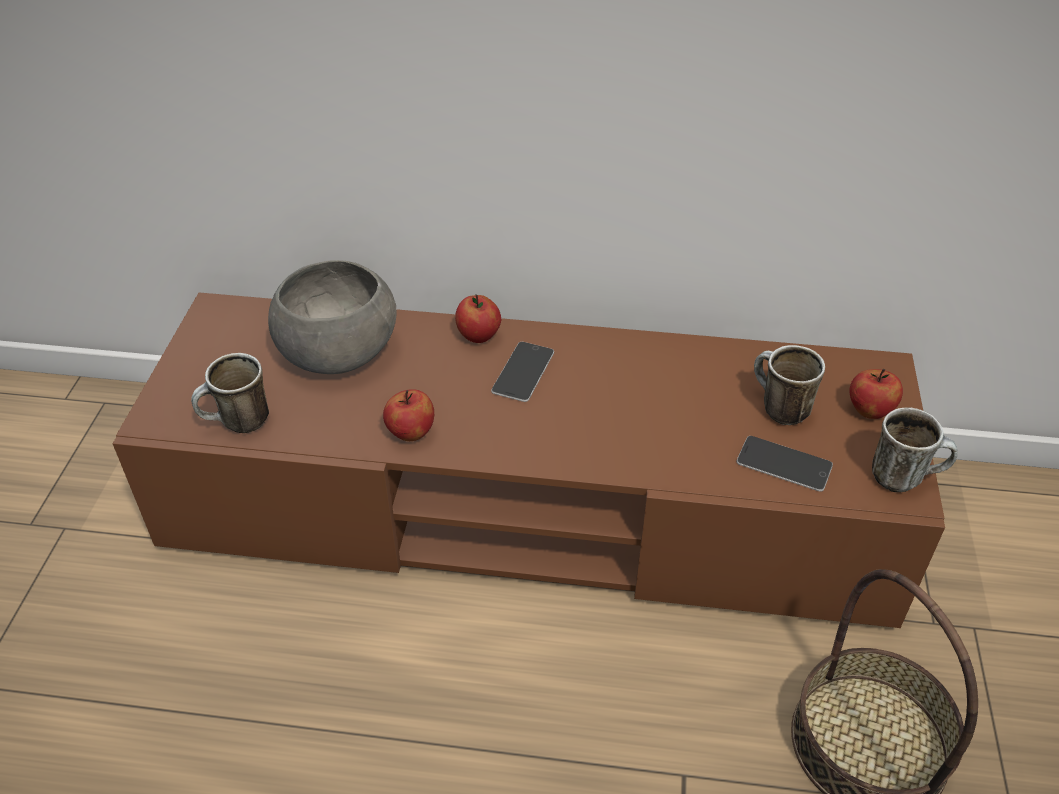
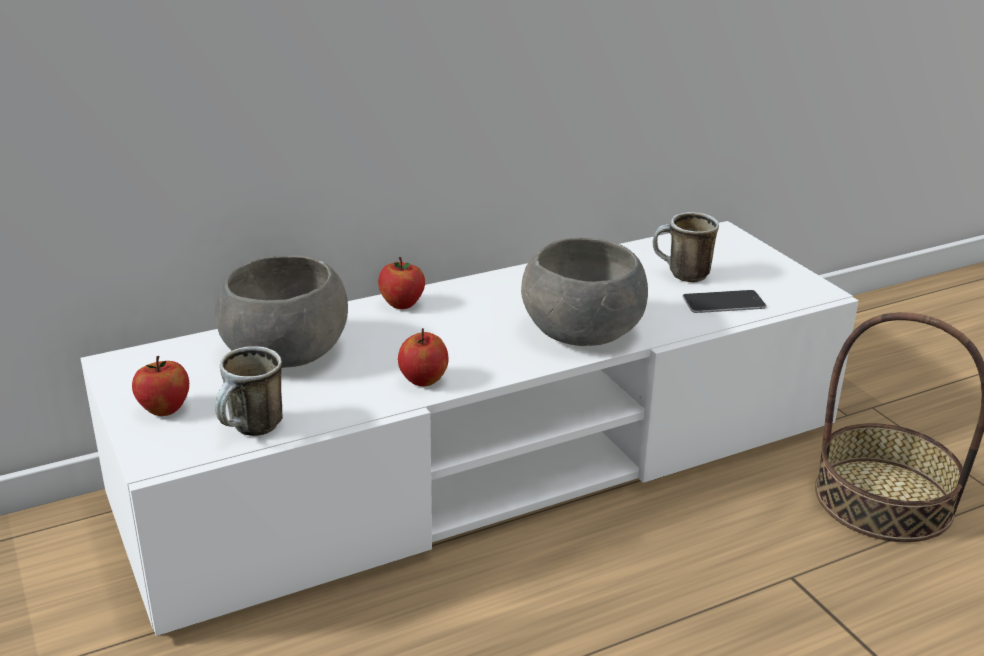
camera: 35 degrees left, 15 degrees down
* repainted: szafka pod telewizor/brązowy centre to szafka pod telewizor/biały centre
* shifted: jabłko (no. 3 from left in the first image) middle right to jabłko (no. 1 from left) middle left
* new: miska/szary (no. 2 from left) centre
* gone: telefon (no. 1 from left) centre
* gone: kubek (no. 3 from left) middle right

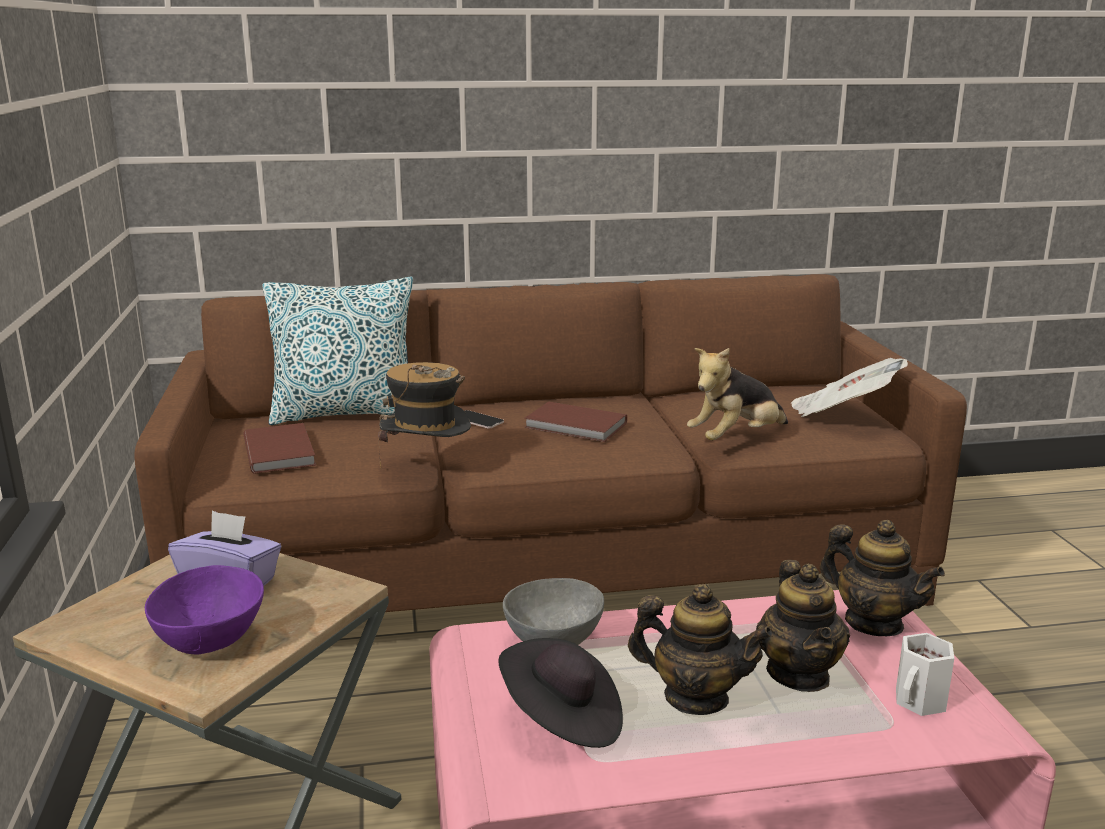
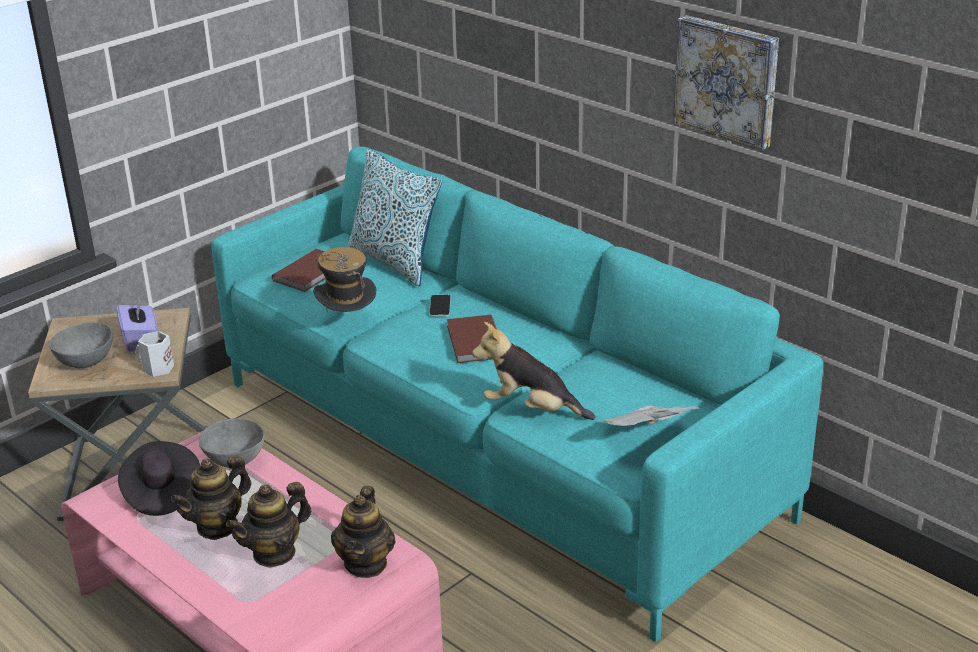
camera: 55 degrees right, 10 degrees up
* repainted: miska/fioletowy bottom left to miska/szary (no. 1 from left) middle left
* shifted: kubek/biały bottom right to middle left
* rotated: imbryk (no. 1 from left) bottom centre = bottom left 60 degrees clockwise
* repainted: kanapa/brązowy centre to kanapa/turkusowy centre
* new: obraz top right

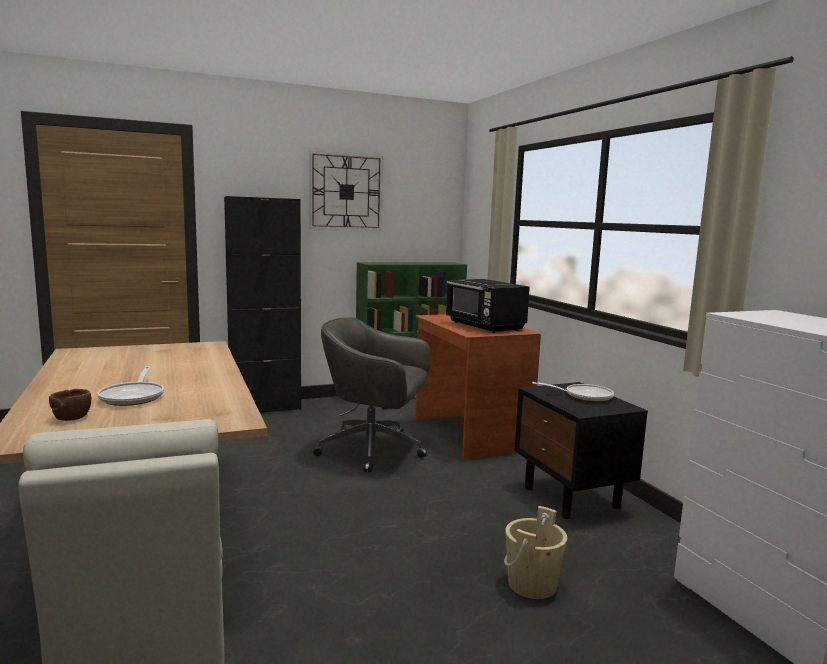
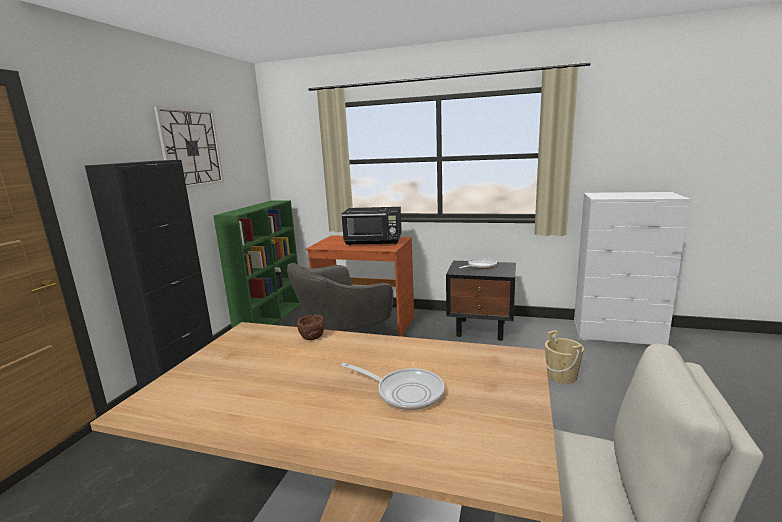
camera: 50 degrees left, 5 degrees up
* shifted: miska/brązowy middle left to centre

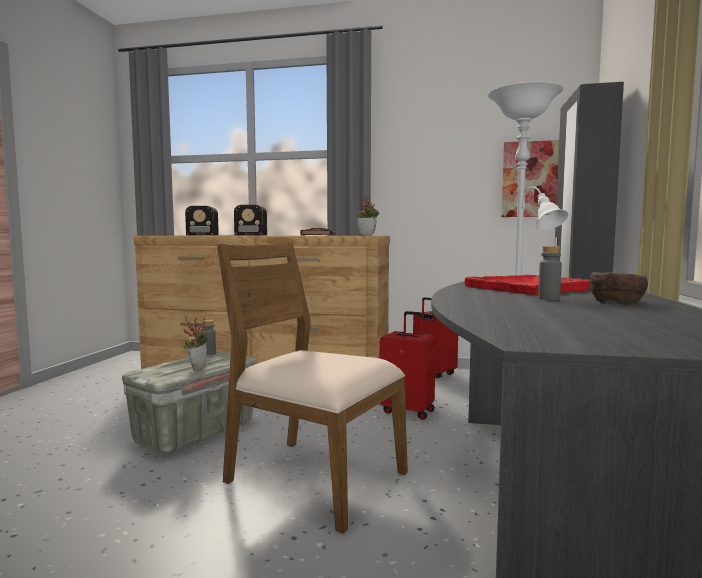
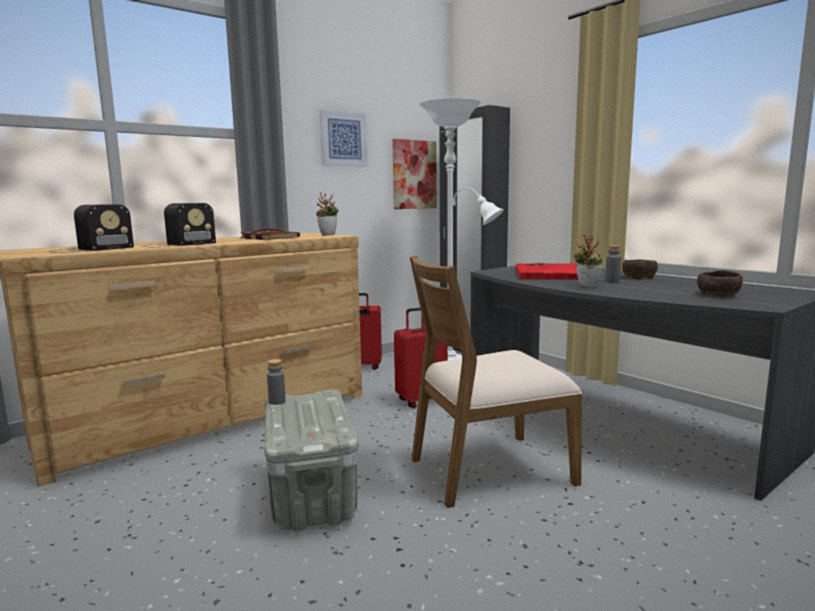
camera: 50 degrees left, 5 degrees up
* new: obraz (no. 1 from left) top centre
* shifted: roślina doniczkowa (no. 1 from left in the first image) middle left to roślina doniczkowa (no. 2 from left) middle right
* new: miska/brązowy (no. 2 from left) middle right

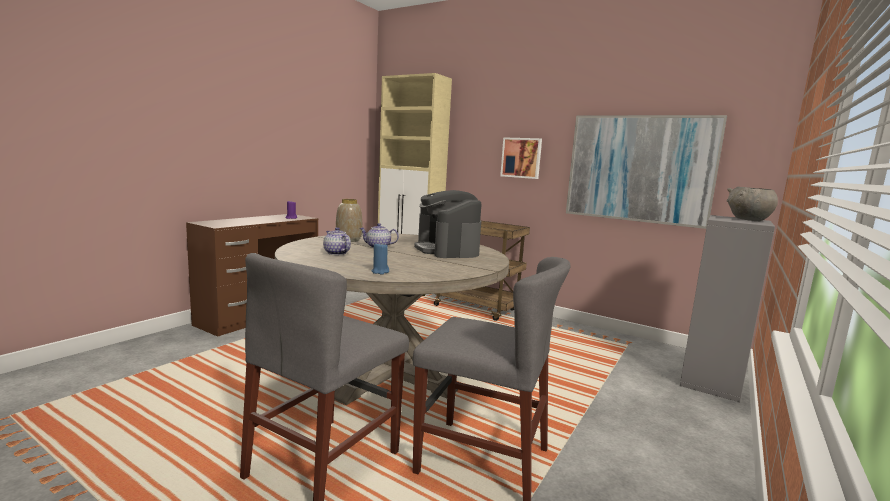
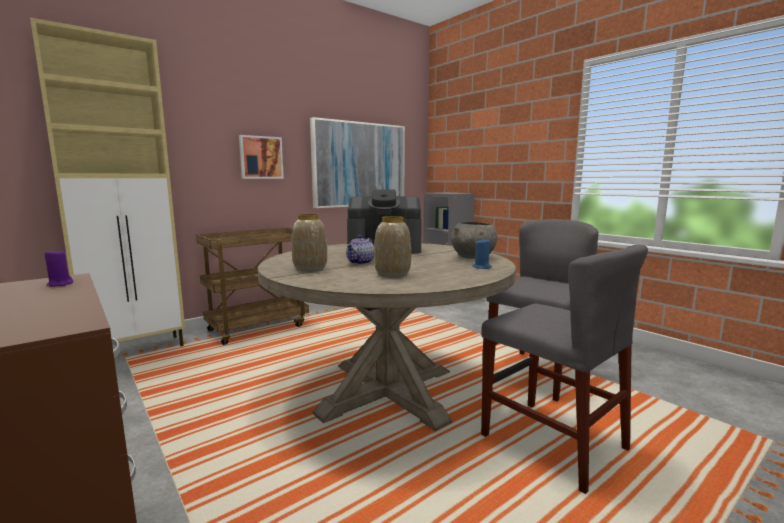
camera: 70 degrees left, 0 degrees up
* swapped: imbryk (no. 1 from left) centre to wazon (no. 2 from left) centre
* shifted: miska/szary middle right to centre

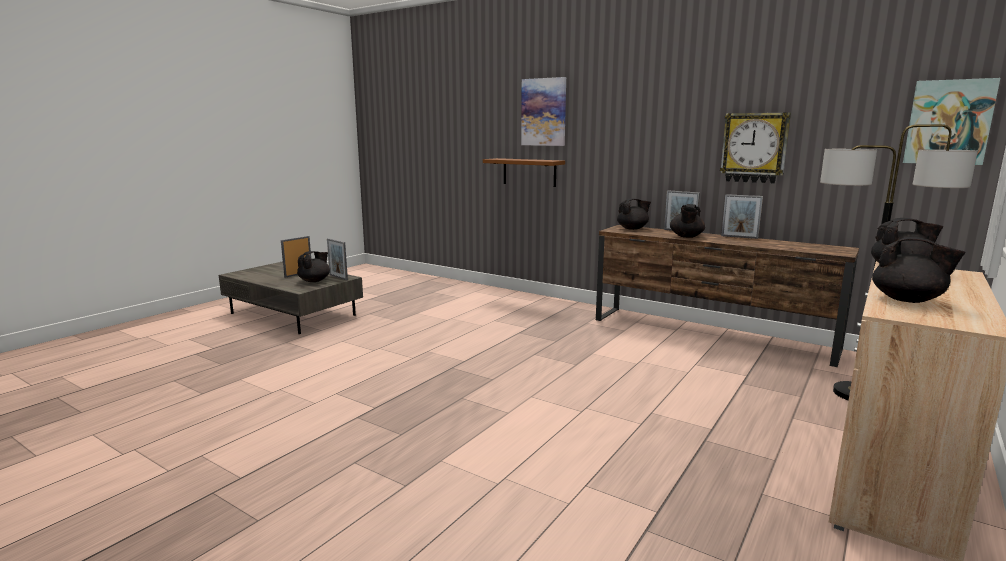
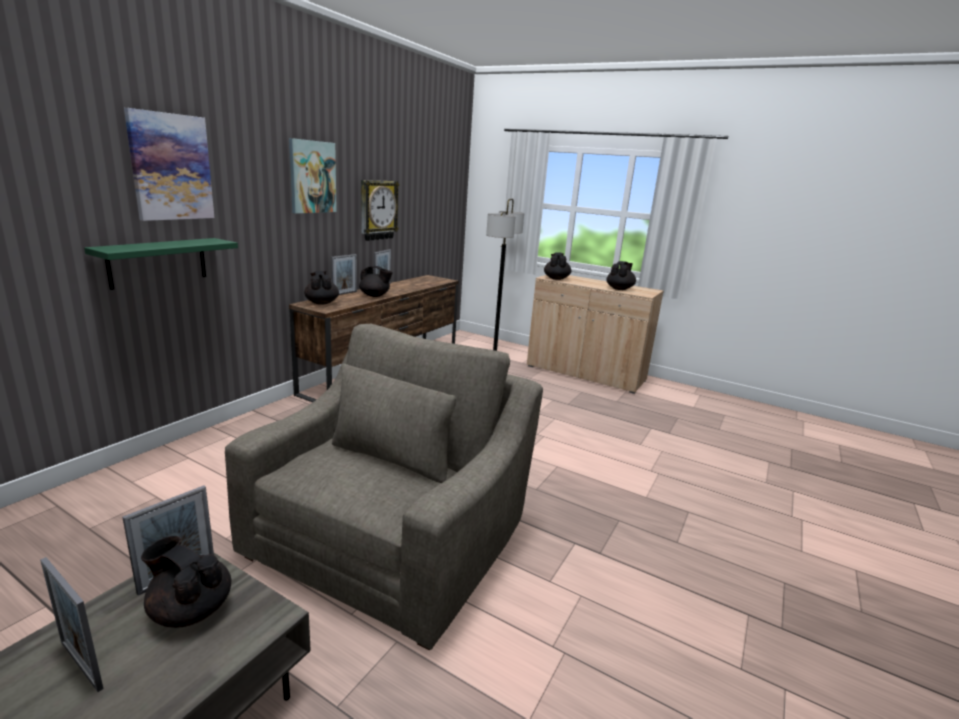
camera: 95 degrees left, 5 degrees up
* repainted: półka/brązowy top centre to półka/zielony middle left
* new: fotel/szary bottom centre
* shifted: obraz (no. 2 from left) top right to top left

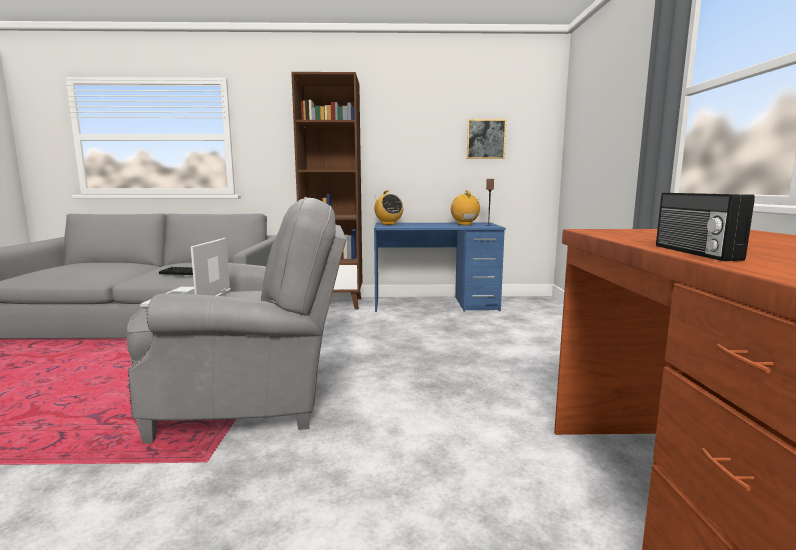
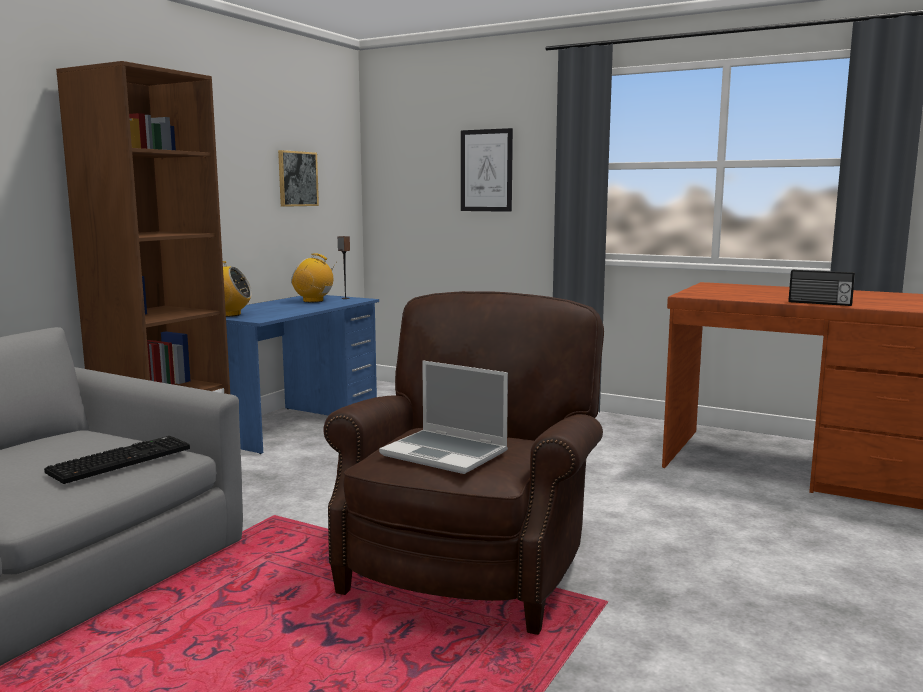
camera: 60 degrees left, 0 degrees up
* repainted: fotel/szary middle left to fotel/brązowy bottom centre
* new: obraz (no. 2 from left) top centre

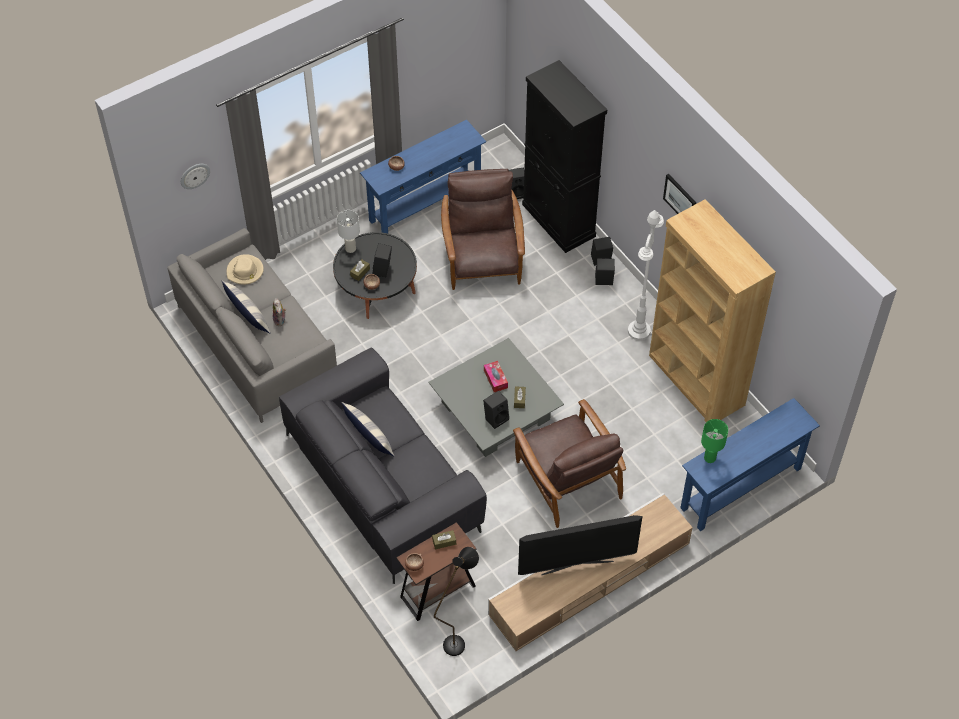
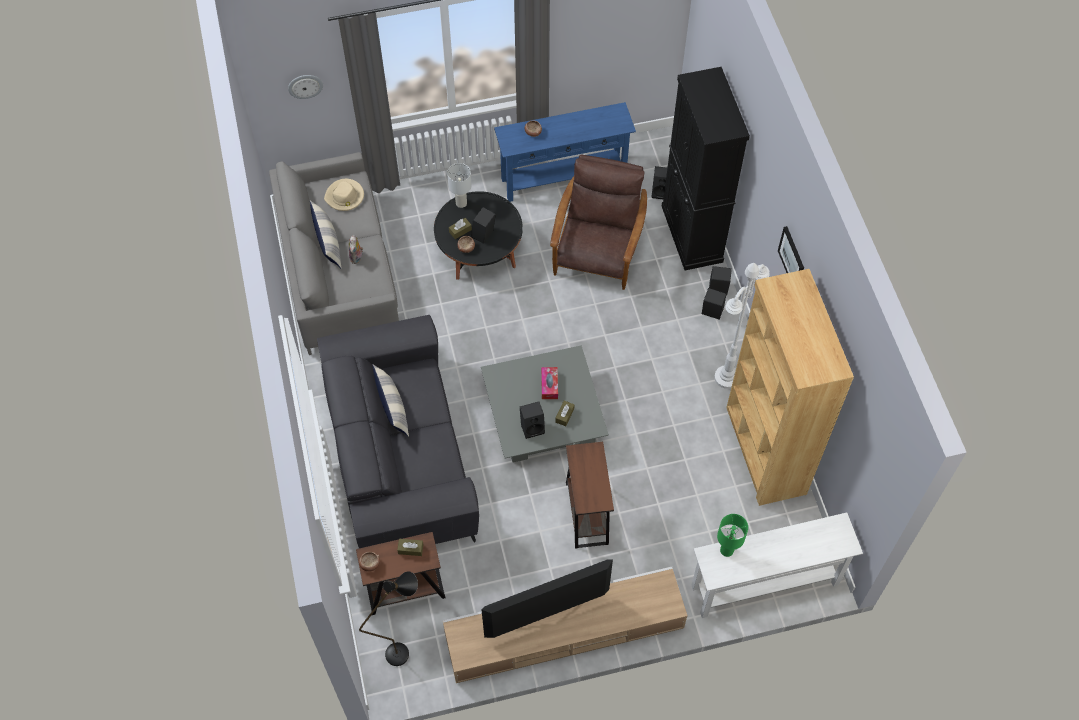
camera: 20 degrees right, 5 degrees up
* rotated: telewizor bottom centre = bottom centre 150 degrees clockwise
* swapped: fotel/brązowy (no. 2 from left) centre to stolik/brązowy (no. 2 from left) bottom centre
* repainted: stolik konsolowy/niebieski (no. 2 from left) middle right to stolik konsolowy/biały bottom right

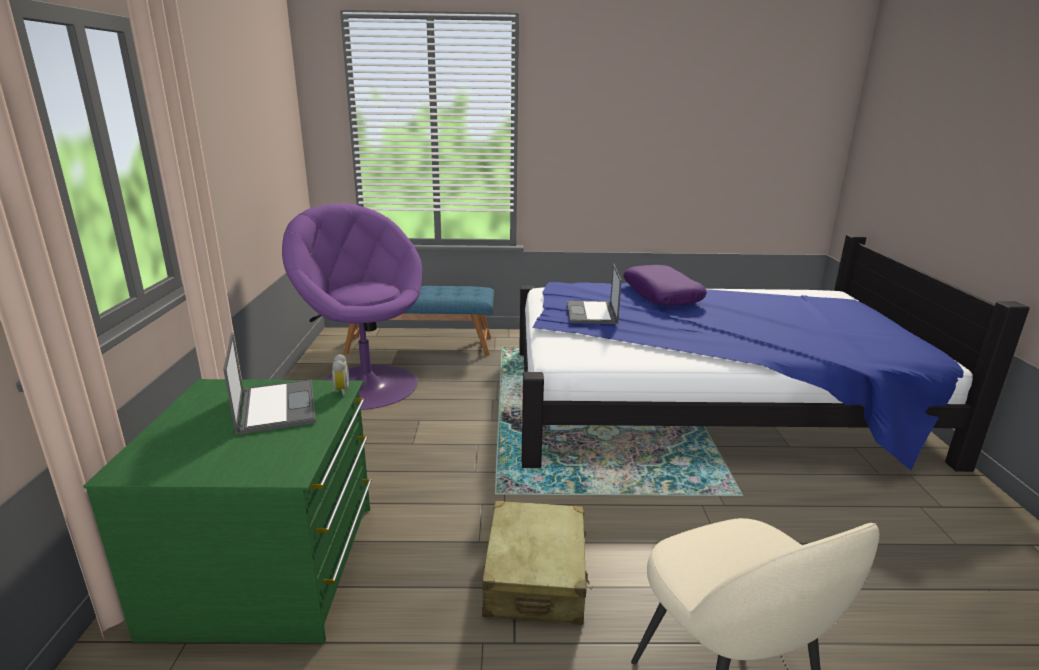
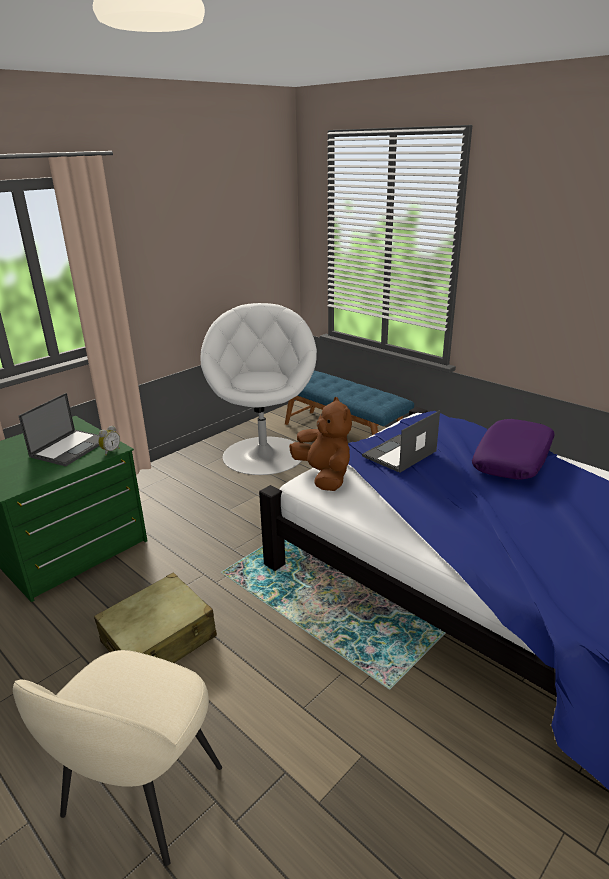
camera: 45 degrees right, 5 degrees up
* repainted: fotel/fioletowy centre to fotel/biały centre
* new: pluszak/brązowy centre

